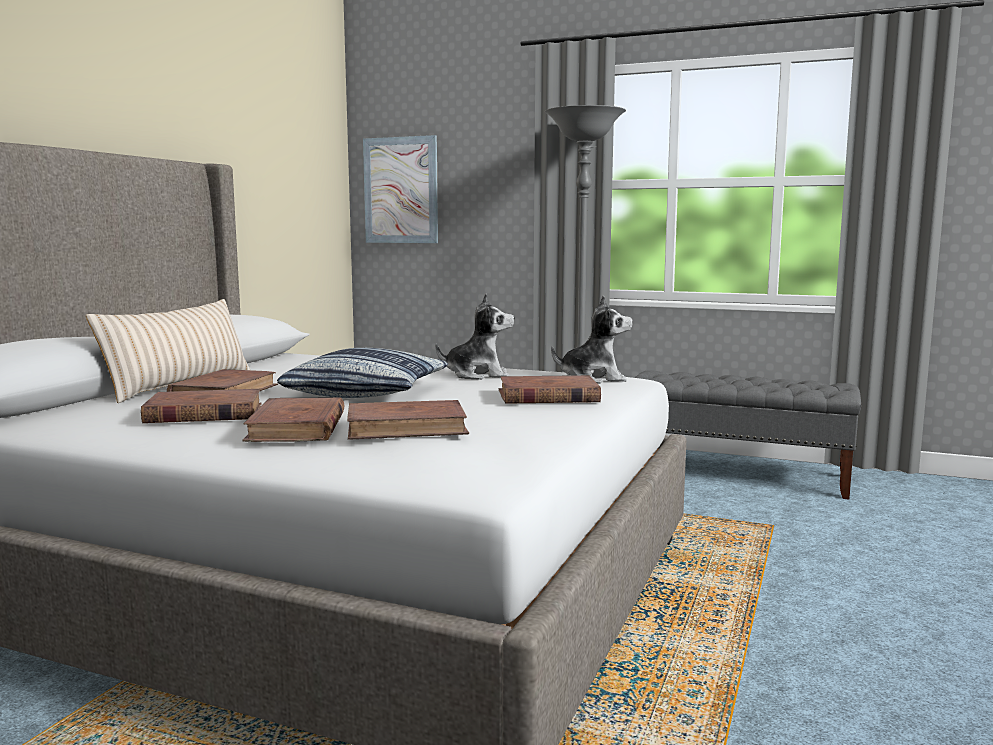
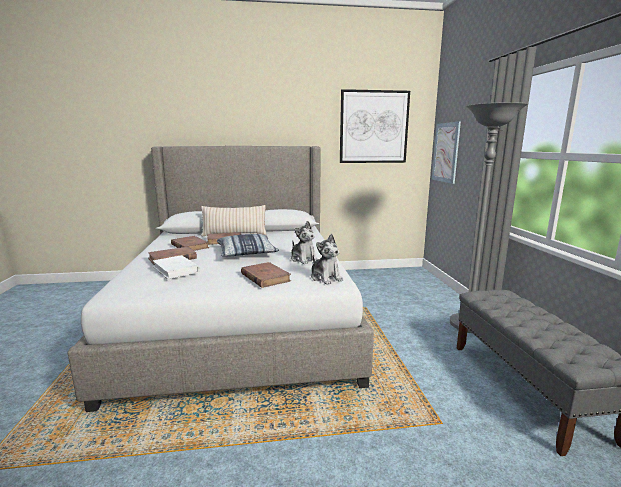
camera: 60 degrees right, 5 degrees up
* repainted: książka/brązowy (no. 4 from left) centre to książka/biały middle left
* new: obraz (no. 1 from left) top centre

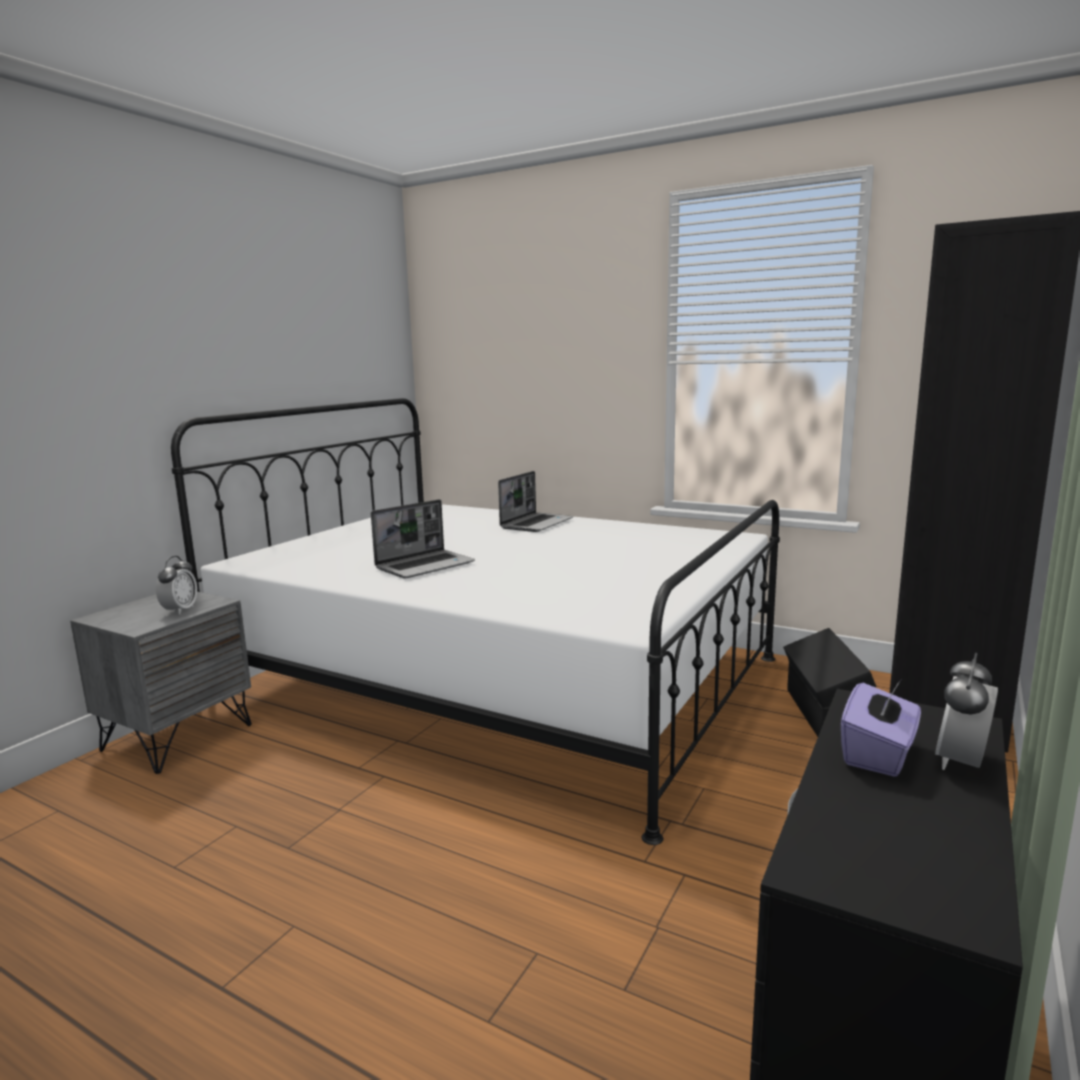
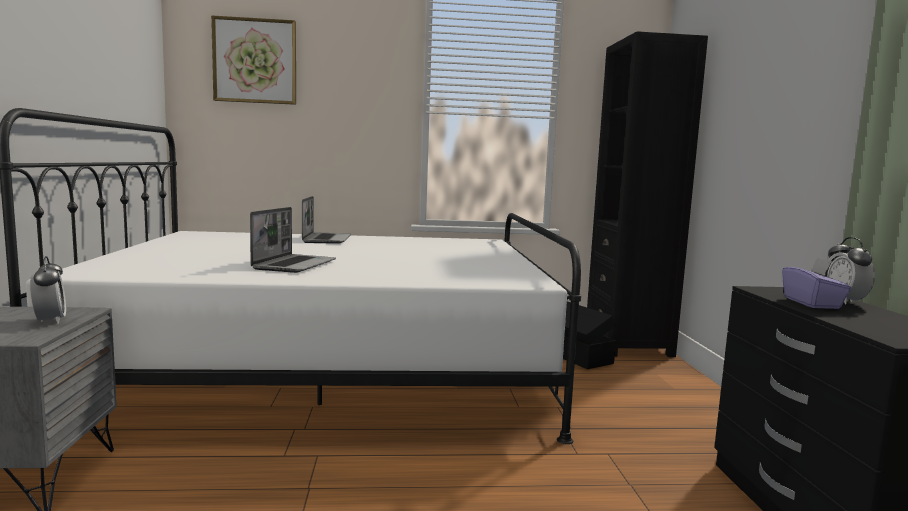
camera: 35 degrees left, 5 degrees down
* new: obraz top left

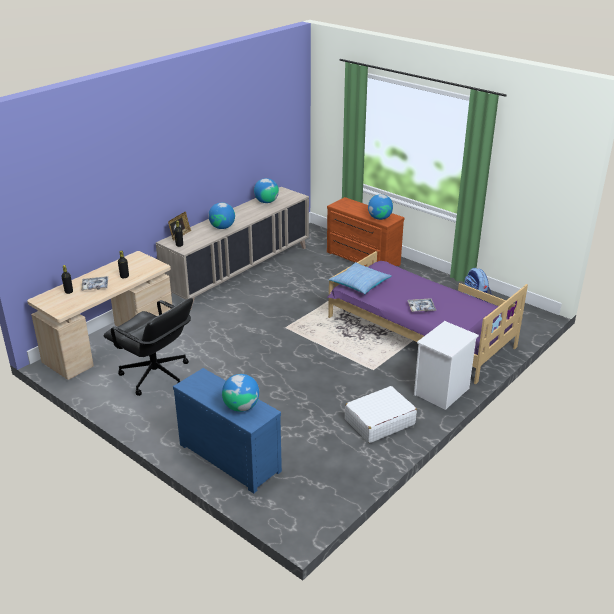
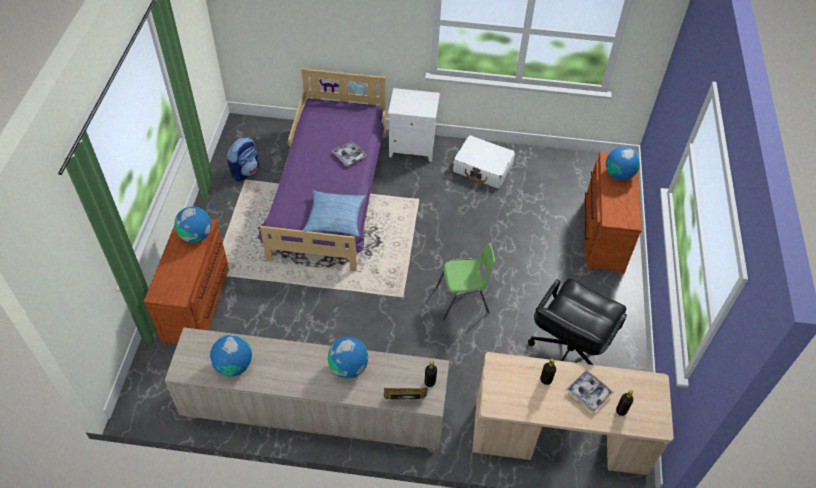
camera: 125 degrees left, 20 degrees up
* new: krzesło/zielony centre
* rotated: krzesło biurowe/czarny middle left = middle right 150 degrees counterclockwise
* repainted: komoda/niebieski bottom centre to komoda/brązowy (no. 2 from left) middle right

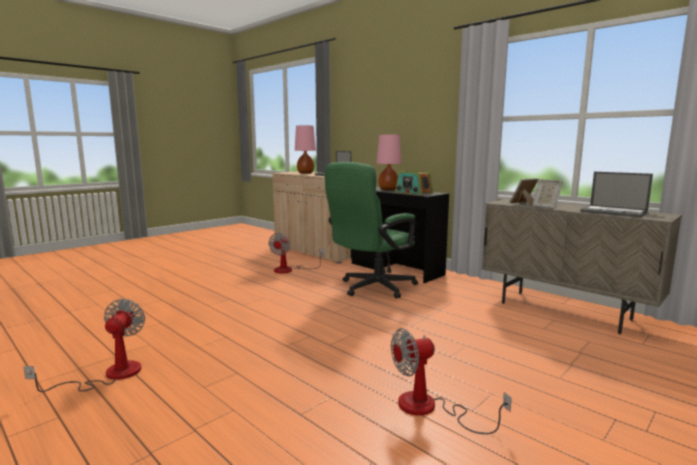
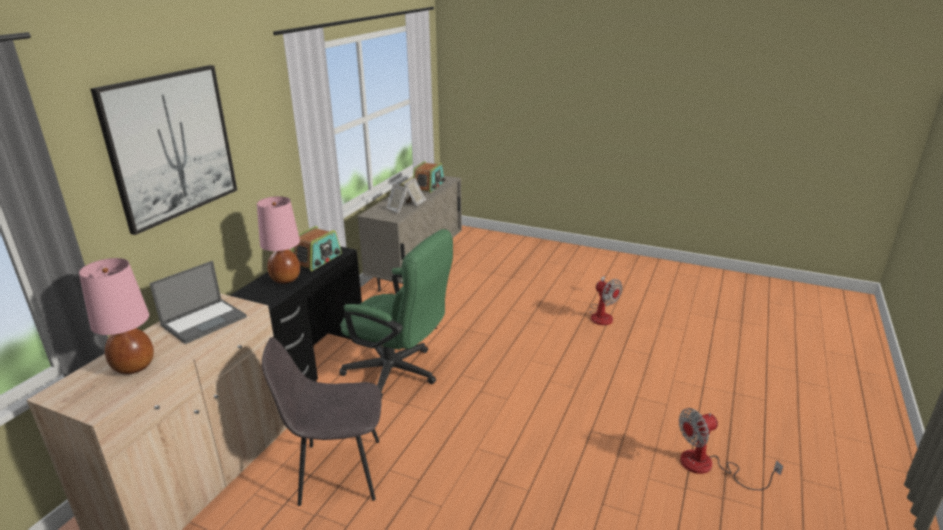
camera: 110 degrees left, 15 degrees up
* new: obraz top left
* swapped: wentylator (no. 2 from left) centre to krzesło/szary bottom centre
* swapped: laptop (no. 2 from left) middle right to radio (no. 2 from left) centre

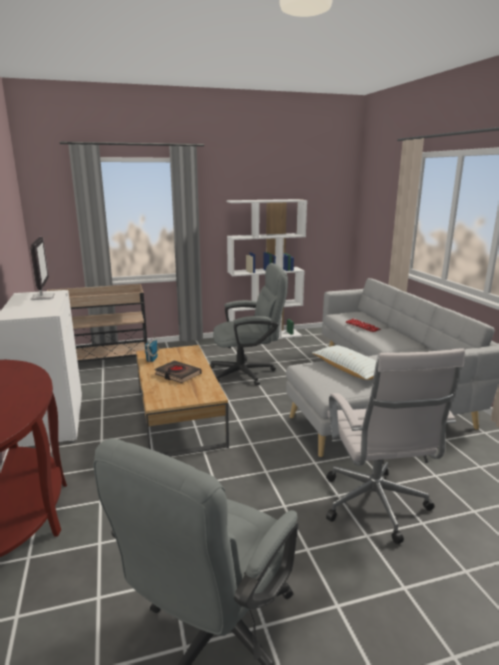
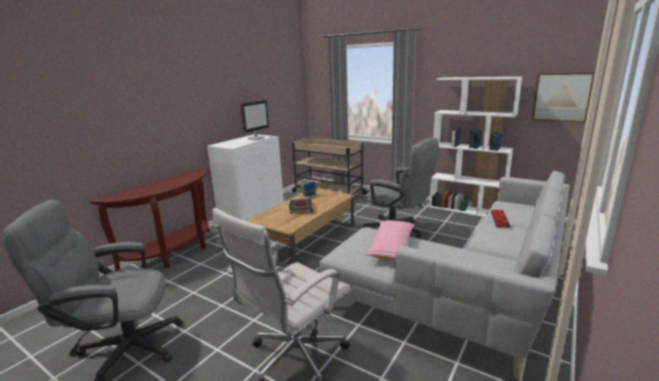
camera: 50 degrees right, 0 degrees up
* repainted: poduszka/biały middle right to poduszka/różowy centre
* new: obraz top right

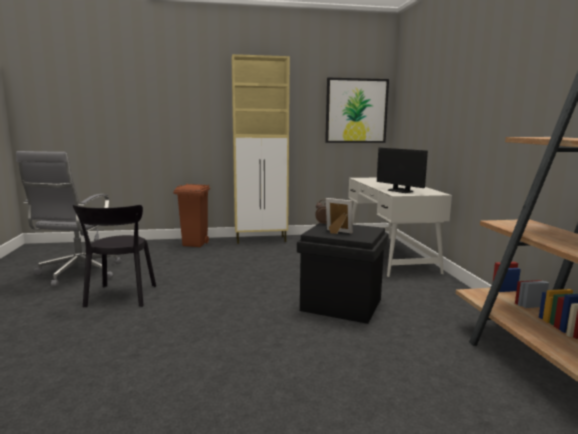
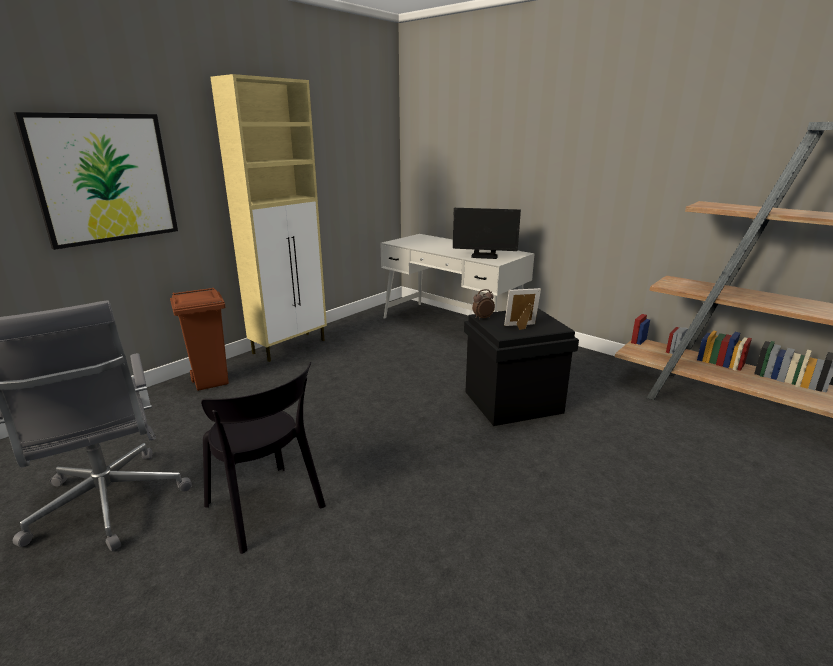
camera: 40 degrees left, 10 degrees up
* shifted: obraz top centre to top left

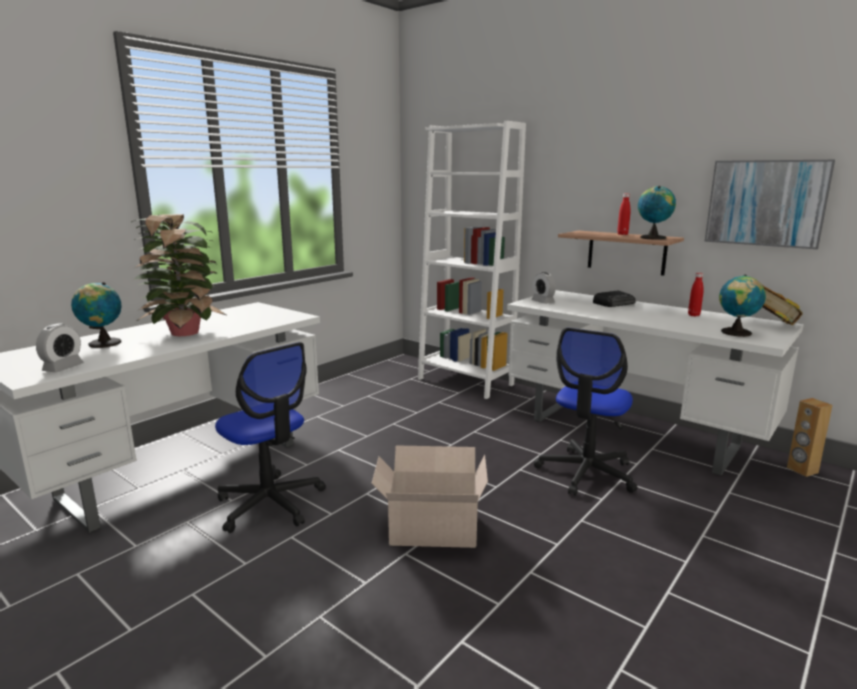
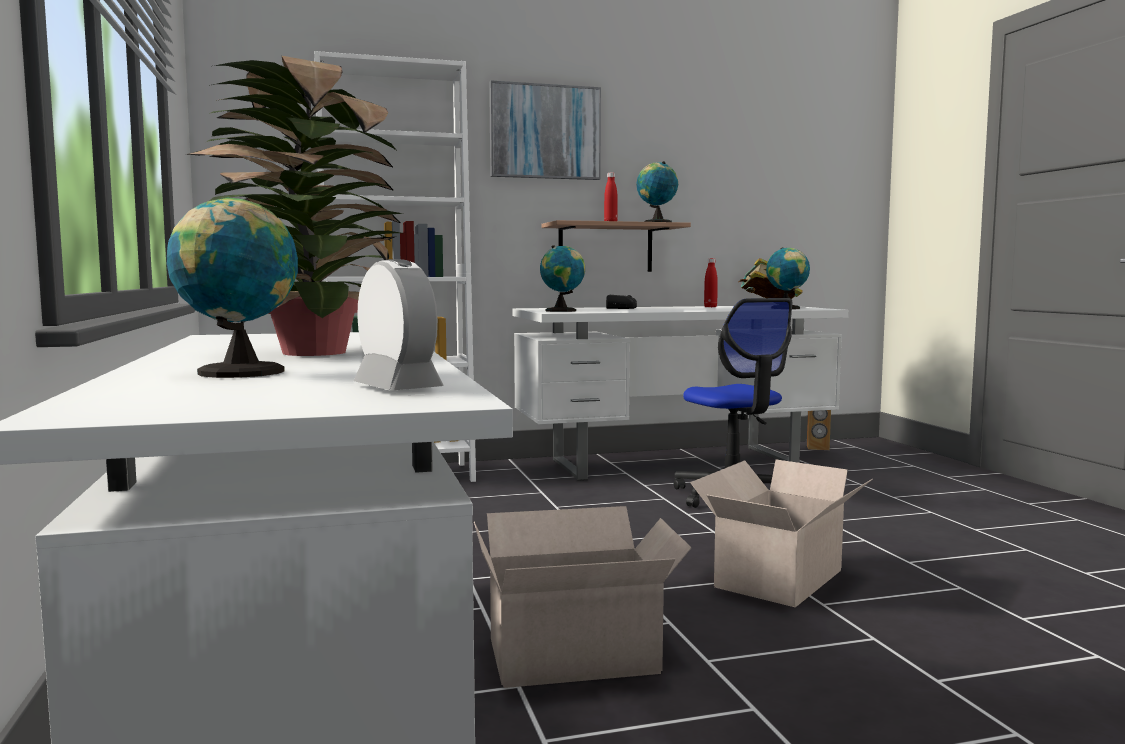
camera: 55 degrees left, 10 degrees down
* swapped: krzesło biurowe (no. 1 from left) middle left to karton (no. 1 from left) bottom centre
* shifted: obraz top right to top centre
* swapped: budzik (no. 2 from left) centre to globus (no. 2 from left) centre

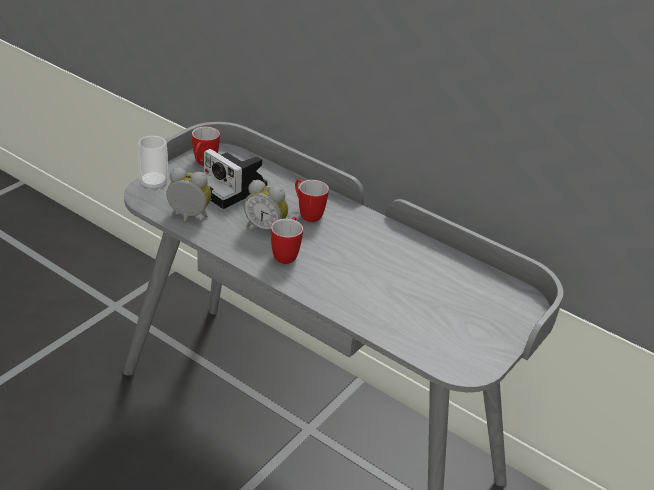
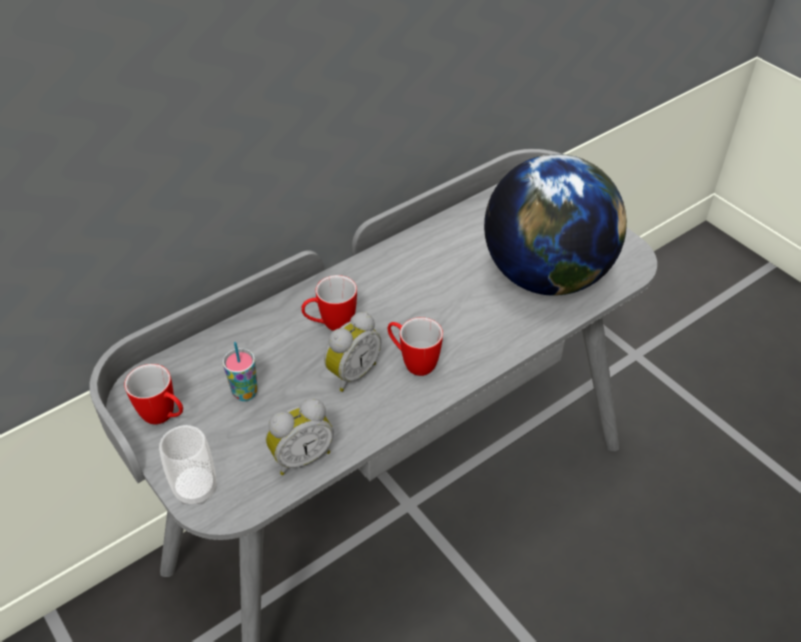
camera: 70 degrees left, 10 degrees up
* swapped: aparat fotograficzny centre to filiżanka (no. 2 from left) middle left
* rotated: budzik (no. 1 from left) middle left = bottom centre 150 degrees counterclockwise
* new: globus middle right

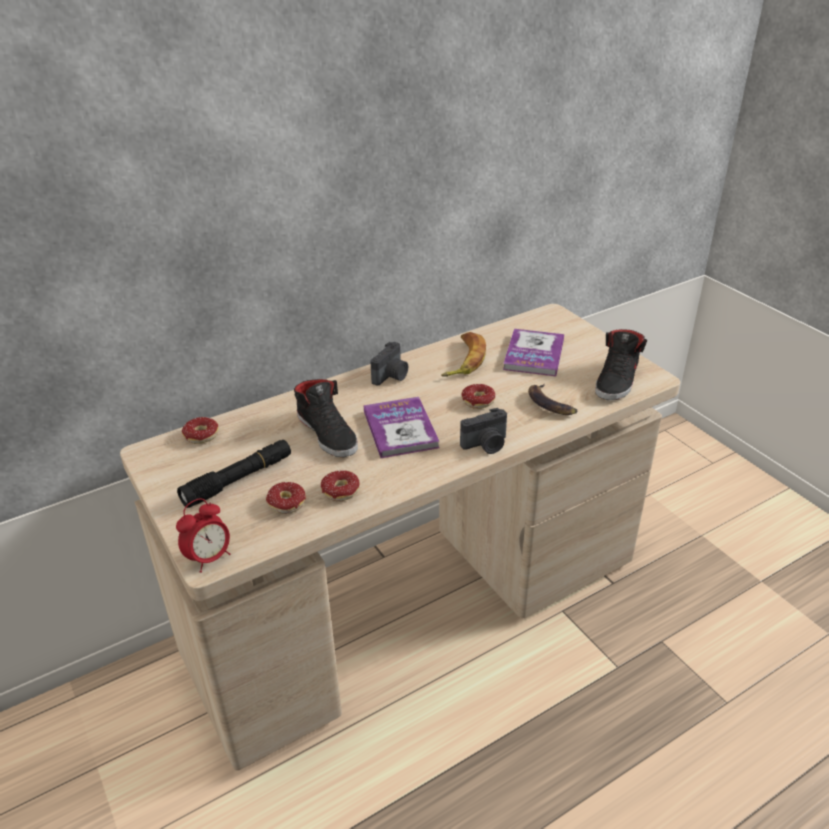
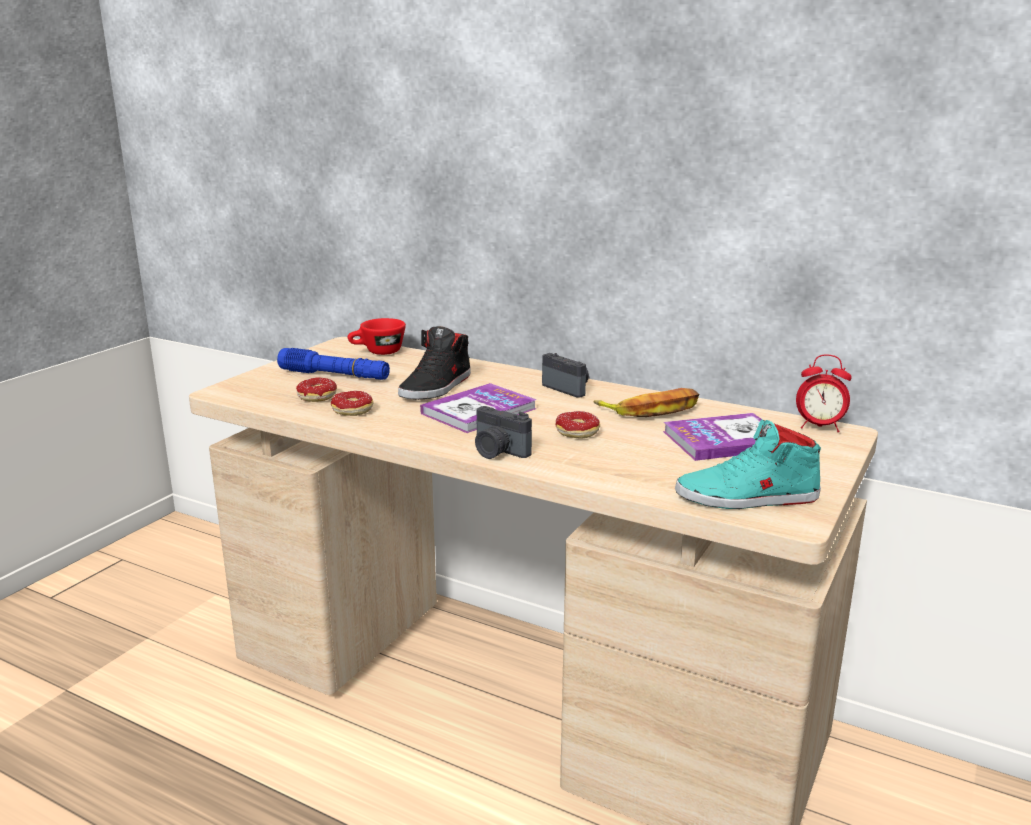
camera: 60 degrees right, 15 degrees down
* repainted: latarka/czarny middle left to latarka/niebieski middle left
* swapped: donut (no. 1 from left) middle left to filiżanka/czerwony centre
* rotated: aparat fotograficzny (no. 1 from left in the first image) centre = centre 135 degrees counterclockwise
* repainted: but/czarny (no. 2 from left) middle right to but/turkusowy middle right
* shifted: budzik middle left to middle right
* gone: banan (no. 2 from left) middle right

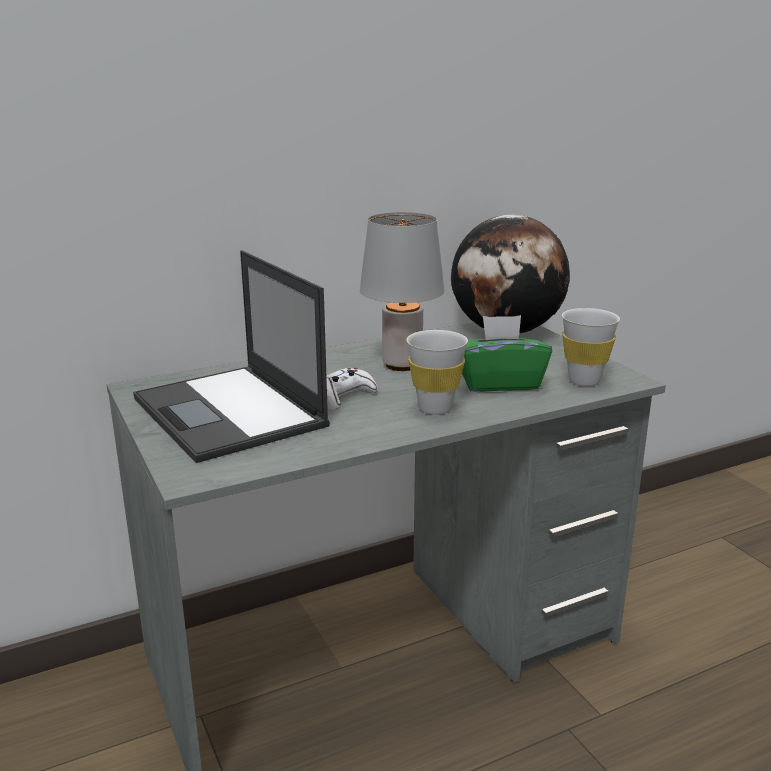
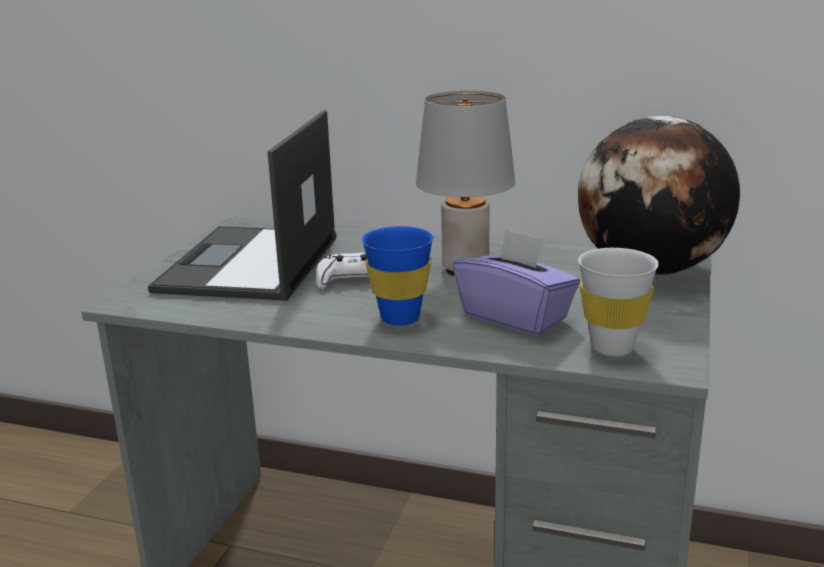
camera: 45 degrees right, 0 degrees up
* repainted: filiżanka/biały (no. 1 from left) centre to filiżanka/niebieski centre
* repainted: pudełko chusteczek/zielony centre to pudełko chusteczek/fioletowy centre

